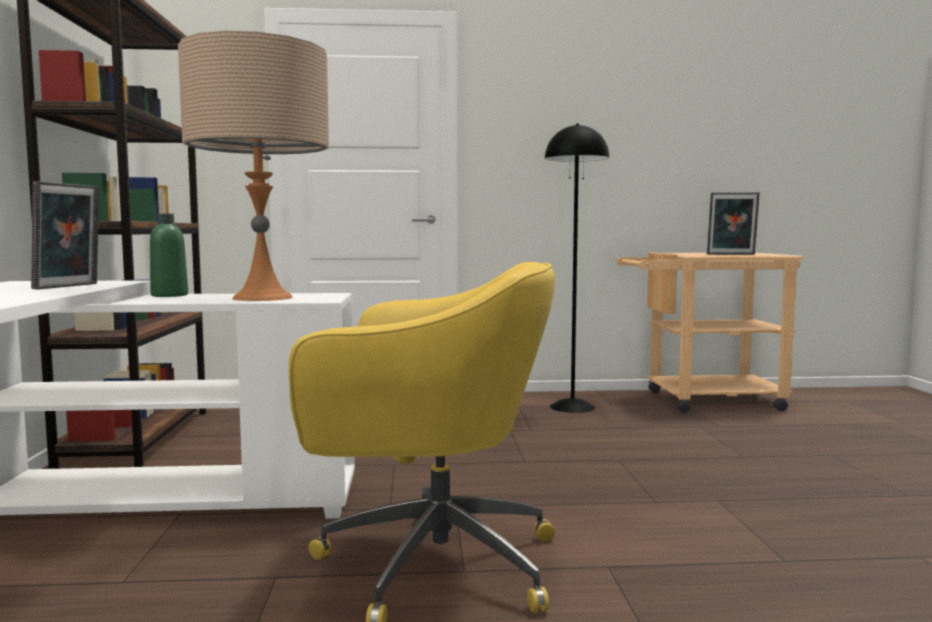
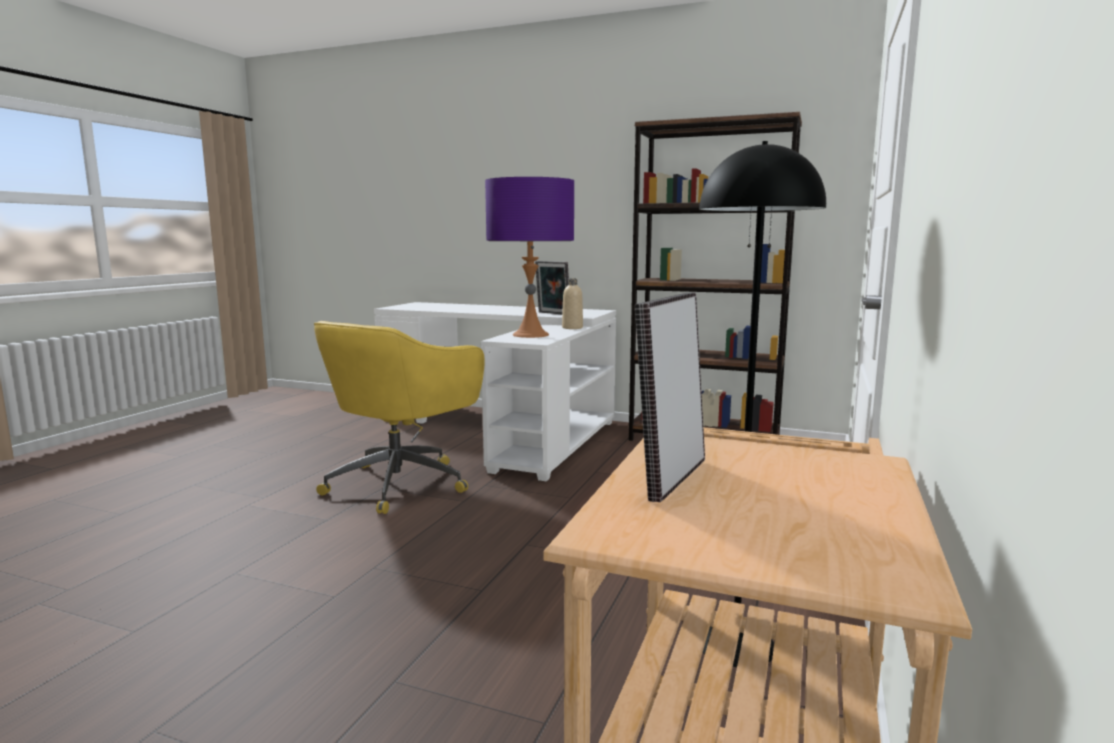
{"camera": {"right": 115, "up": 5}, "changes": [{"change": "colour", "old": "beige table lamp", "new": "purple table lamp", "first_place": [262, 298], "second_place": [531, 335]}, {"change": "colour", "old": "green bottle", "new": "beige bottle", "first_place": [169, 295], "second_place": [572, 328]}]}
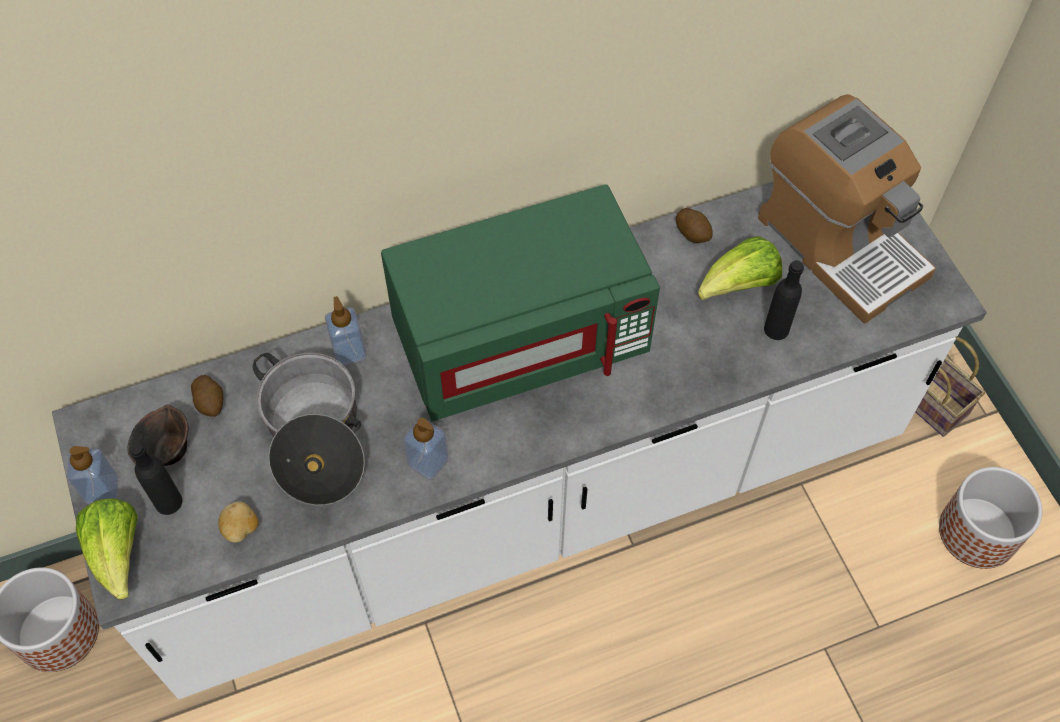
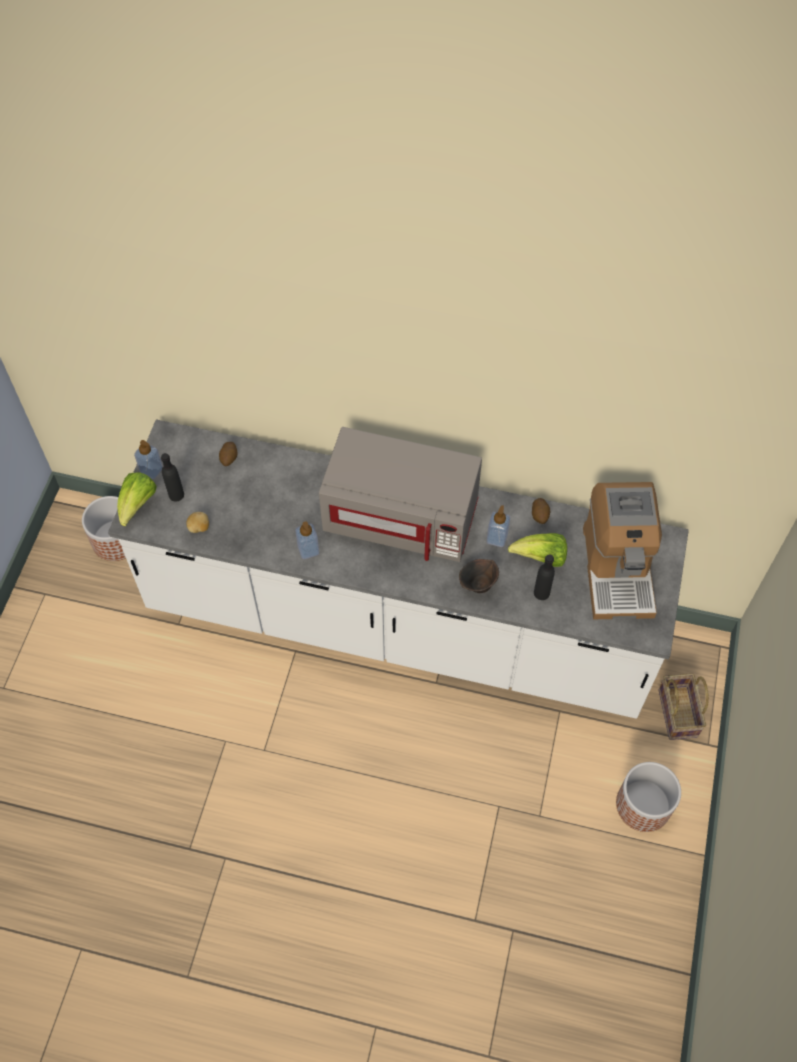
{"camera": {"right": 35, "up": 0}, "changes": [{"change": "colour", "old": "green microwave", "new": "grey microwave", "first_place": [520, 340], "second_place": [402, 517]}, {"change": "relocated", "old": "brown bowl", "first_place": [166, 451], "second_place": [478, 584]}, {"change": "relocated", "old": "soap dispenser", "first_place": [349, 351], "second_place": [497, 538]}, {"change": "missing", "old": "cooking pot", "first_place": [316, 438]}]}
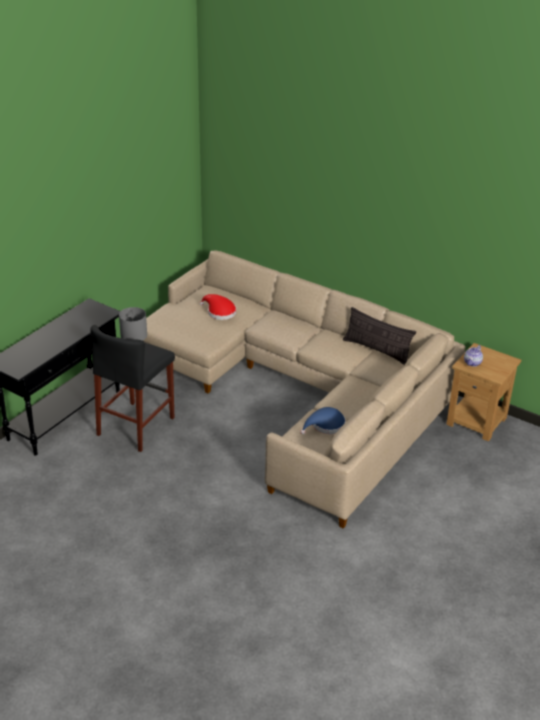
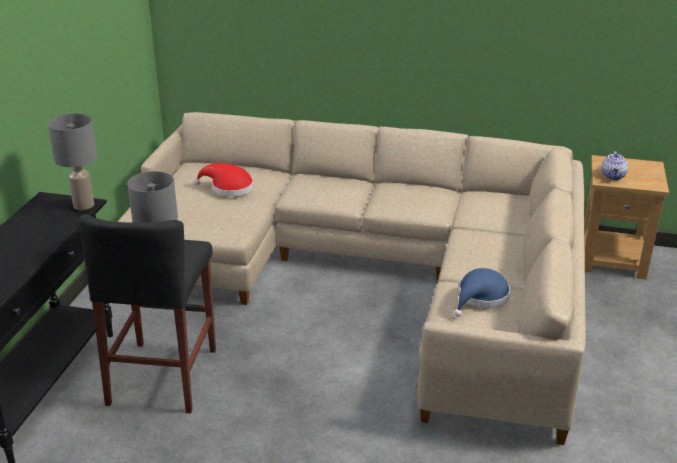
{"camera": {"right": -20, "up": -5}, "changes": [{"change": "appeared", "new": "grey table lamp", "second_place": [83, 205]}, {"change": "missing", "old": "pillow", "first_place": [377, 350]}]}
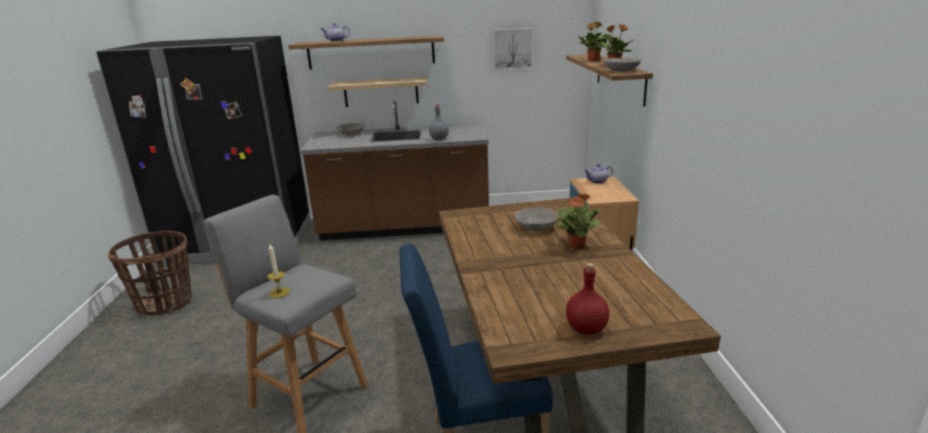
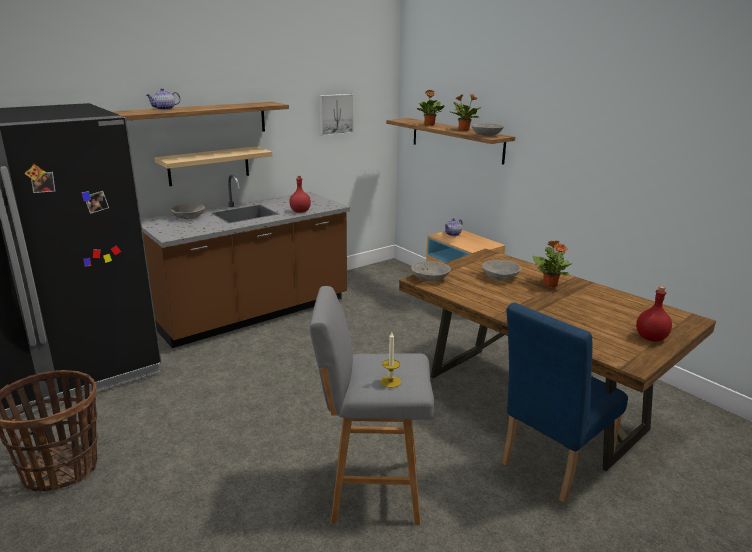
{"camera": {"right": -35, "up": 0}, "changes": [{"change": "colour", "old": "grey bottle", "new": "red bottle", "first_place": [439, 139], "second_place": [300, 211]}, {"change": "appeared", "new": "grey bowl", "second_place": [430, 278]}]}
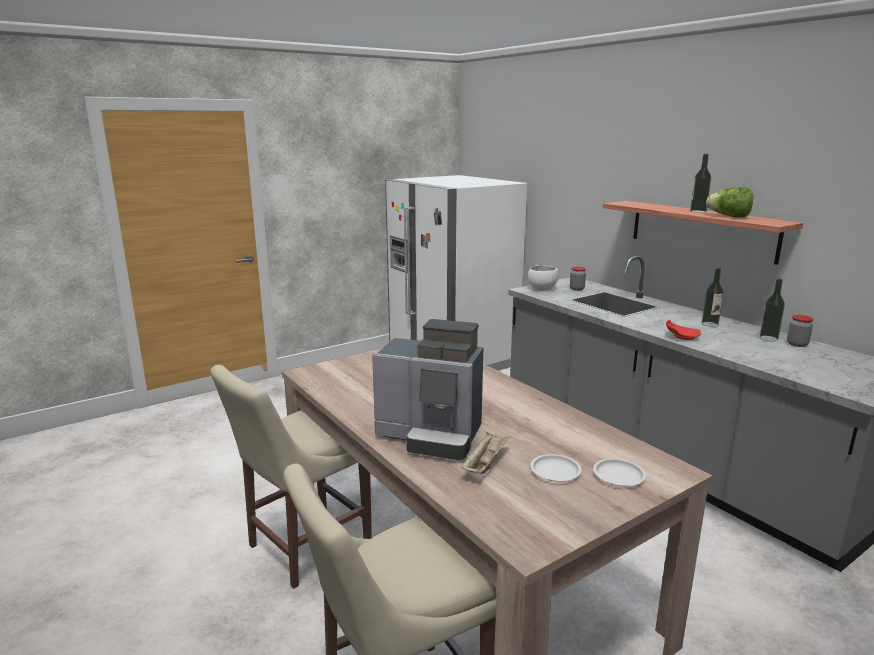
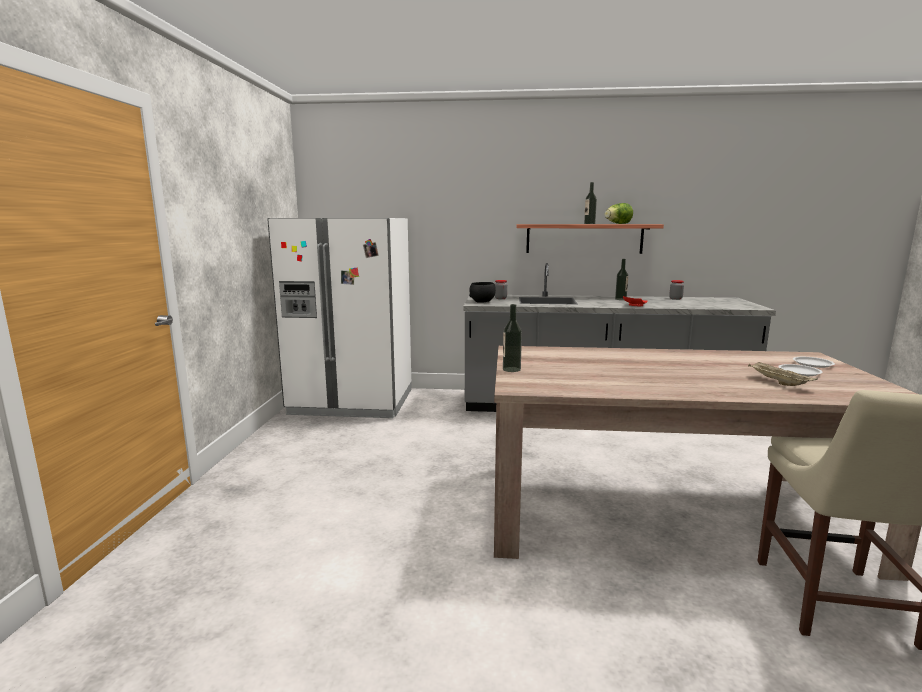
{"camera": {"right": -50, "up": -5}, "changes": [{"change": "colour", "old": "white bowl", "new": "black bowl", "first_place": [542, 289], "second_place": [482, 302]}, {"change": "relocated", "old": "bottle", "first_place": [768, 338], "second_place": [511, 369]}, {"change": "missing", "old": "beige chair", "first_place": [304, 547]}, {"change": "missing", "old": "coffee machine", "first_place": [432, 436]}]}
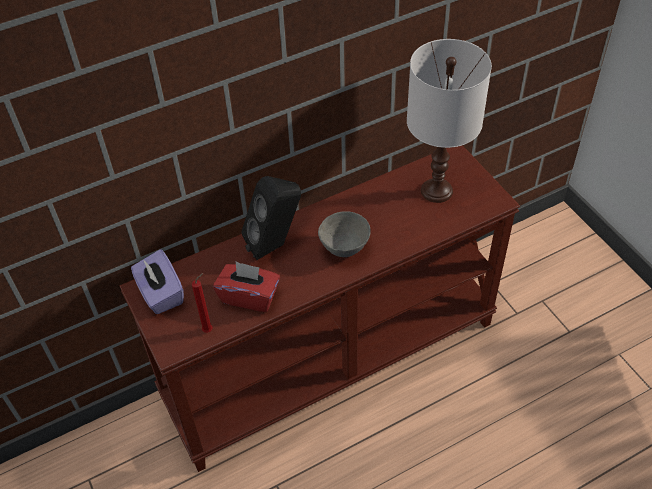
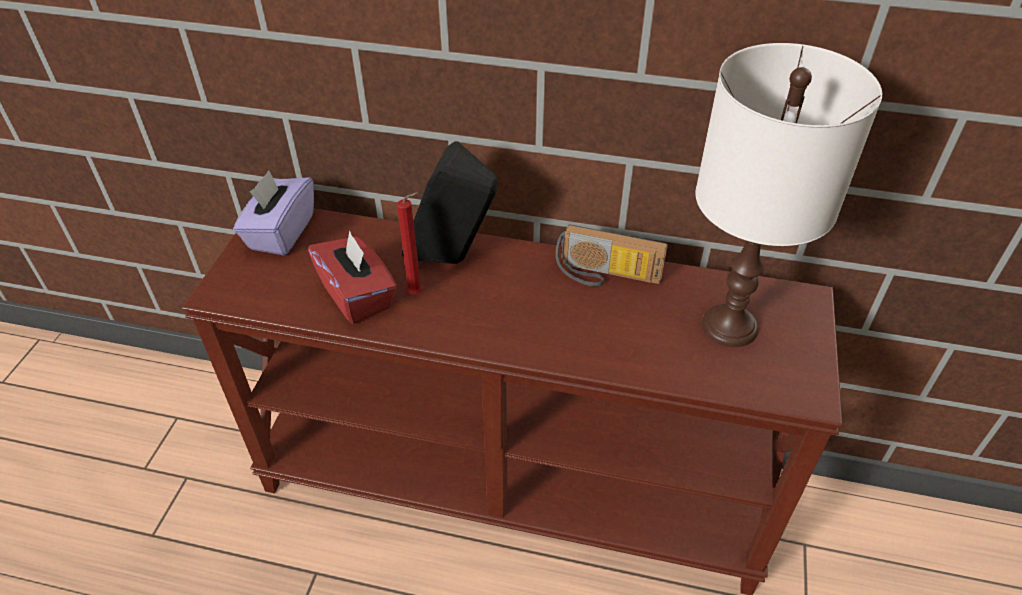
{"camera": {"right": 40, "up": -5}, "changes": [{"change": "relocated", "old": "red candle", "first_place": [209, 329], "second_place": [418, 294]}, {"change": "appeared", "new": "radio", "second_place": [606, 276]}, {"change": "missing", "old": "grey bowl", "first_place": [344, 249]}]}
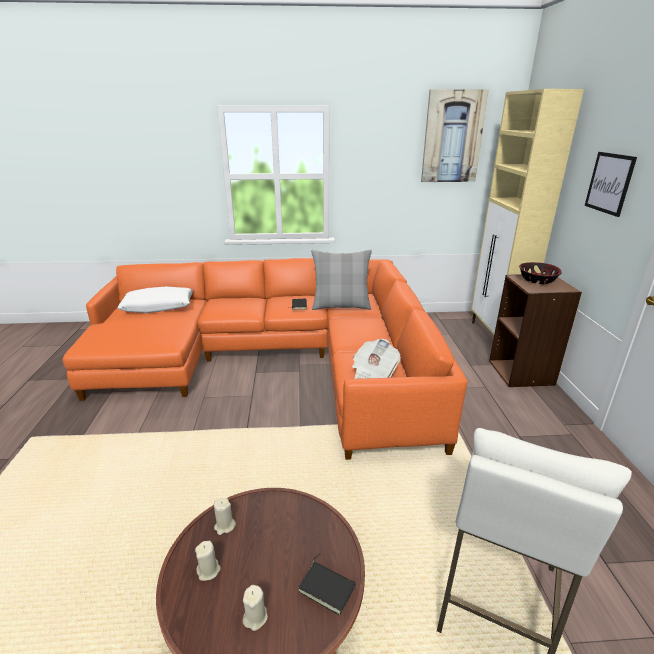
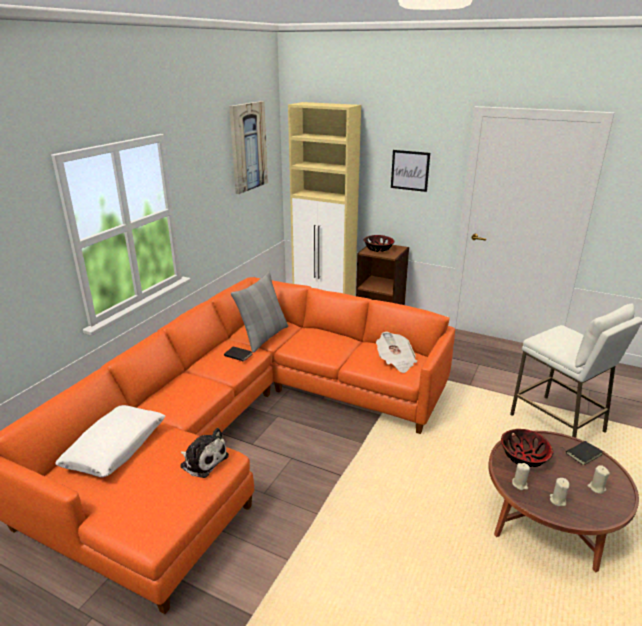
{"camera": {"right": -60, "up": 0}, "changes": [{"change": "appeared", "new": "plush toy", "second_place": [202, 460]}, {"change": "appeared", "new": "bowl", "second_place": [524, 457]}]}
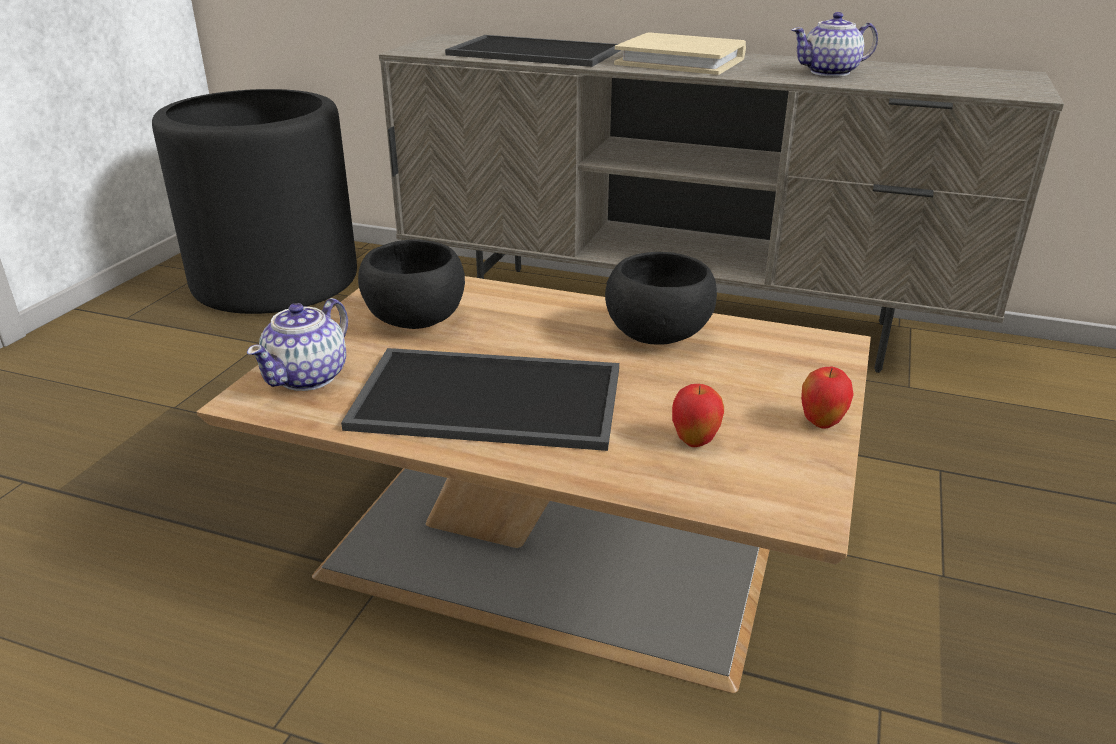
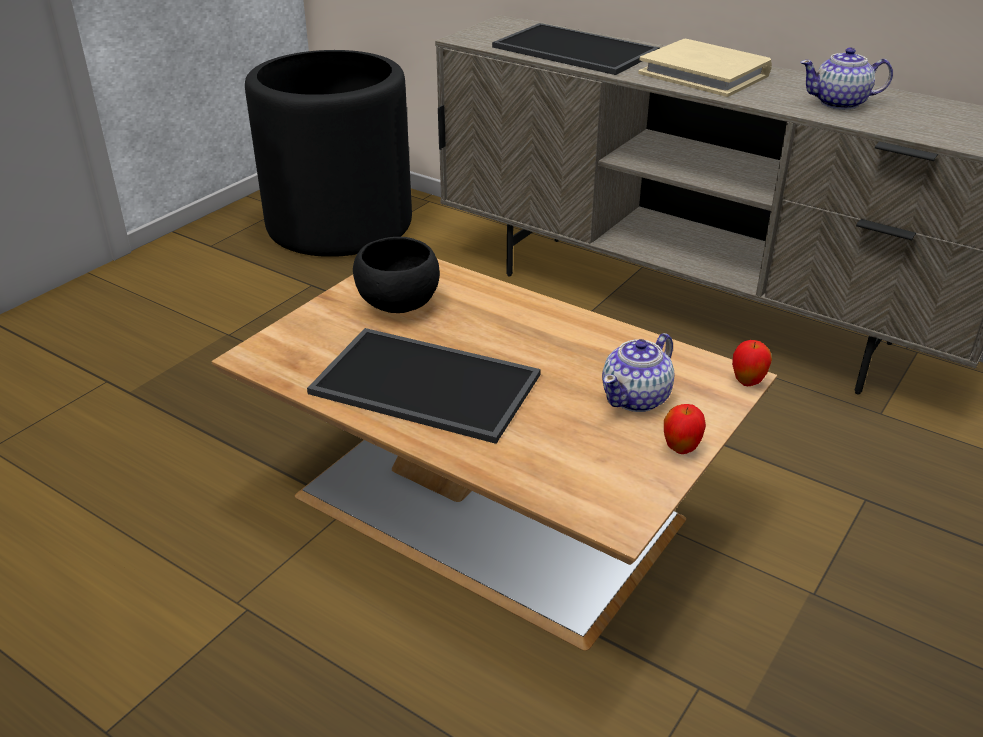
{"camera": {"right": 15, "up": 5}, "changes": [{"change": "relocated", "old": "teapot", "first_place": [309, 377], "second_place": [637, 398]}, {"change": "relocated", "old": "apple", "first_place": [695, 442], "second_place": [747, 382]}, {"change": "missing", "old": "black bowl", "first_place": [657, 336]}]}
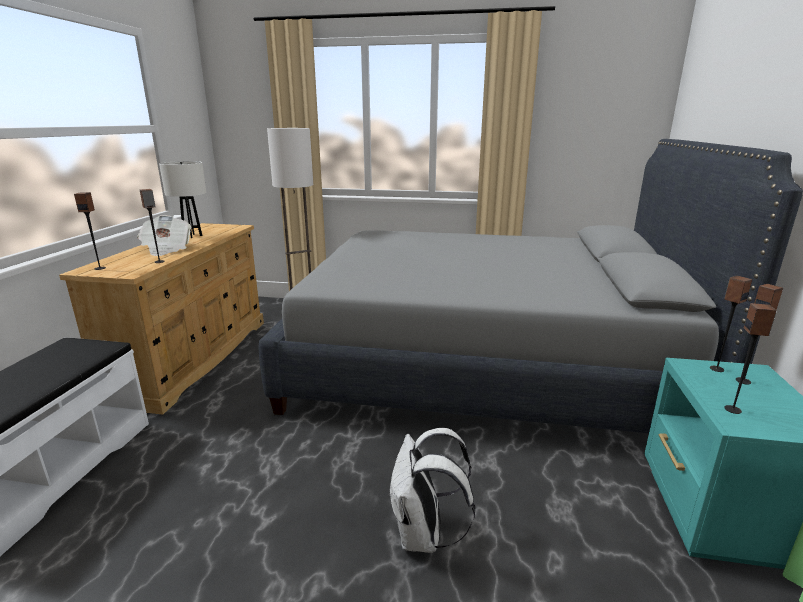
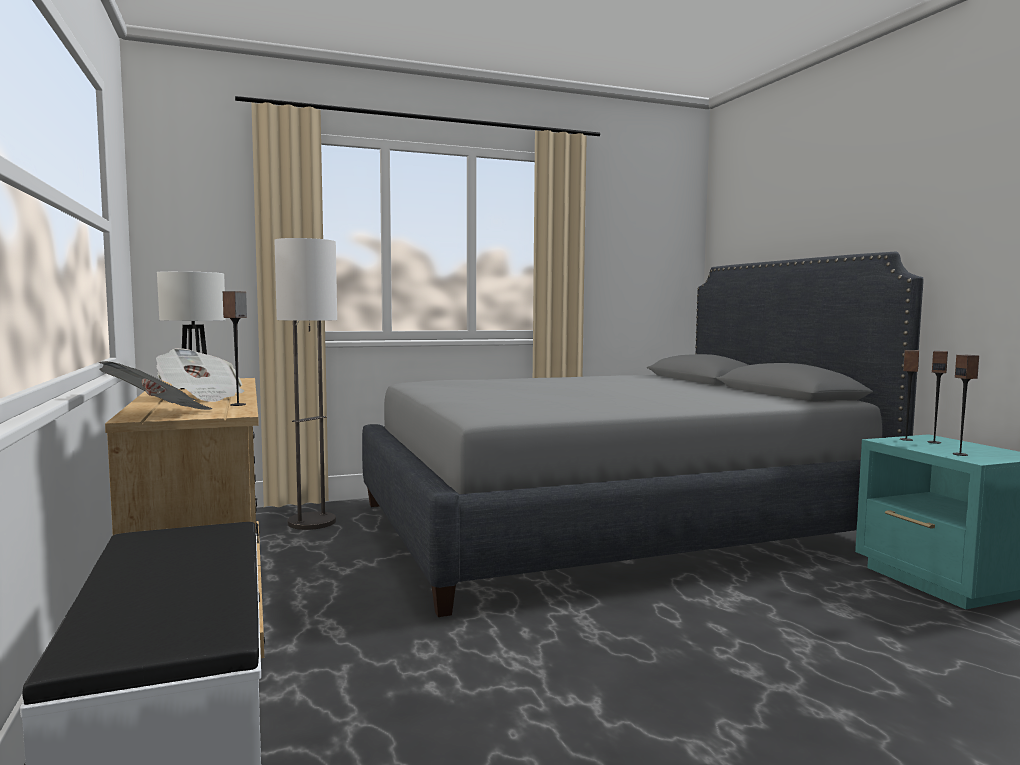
{"camera": {"right": -30, "up": -15}, "changes": [{"change": "exchanged", "old": "speaker", "new": "newspaper", "first_place": [100, 268], "second_place": [158, 414]}, {"change": "missing", "old": "white backpack", "first_place": [423, 535]}]}
